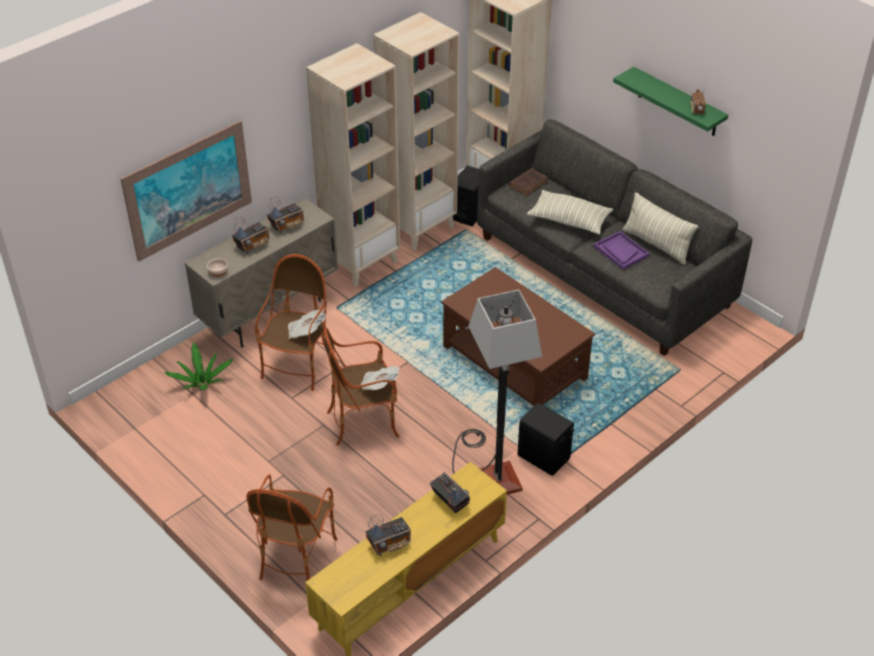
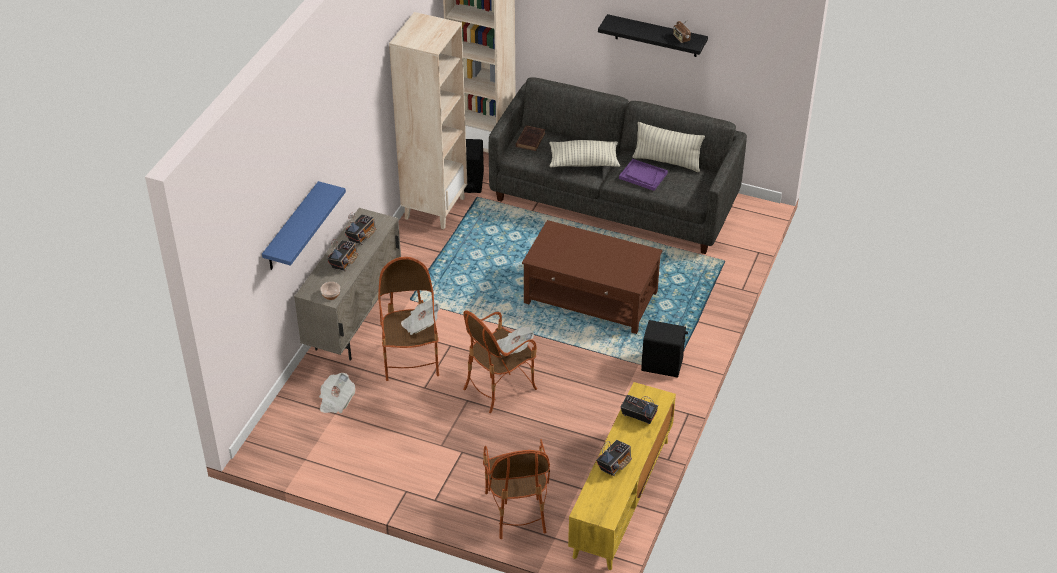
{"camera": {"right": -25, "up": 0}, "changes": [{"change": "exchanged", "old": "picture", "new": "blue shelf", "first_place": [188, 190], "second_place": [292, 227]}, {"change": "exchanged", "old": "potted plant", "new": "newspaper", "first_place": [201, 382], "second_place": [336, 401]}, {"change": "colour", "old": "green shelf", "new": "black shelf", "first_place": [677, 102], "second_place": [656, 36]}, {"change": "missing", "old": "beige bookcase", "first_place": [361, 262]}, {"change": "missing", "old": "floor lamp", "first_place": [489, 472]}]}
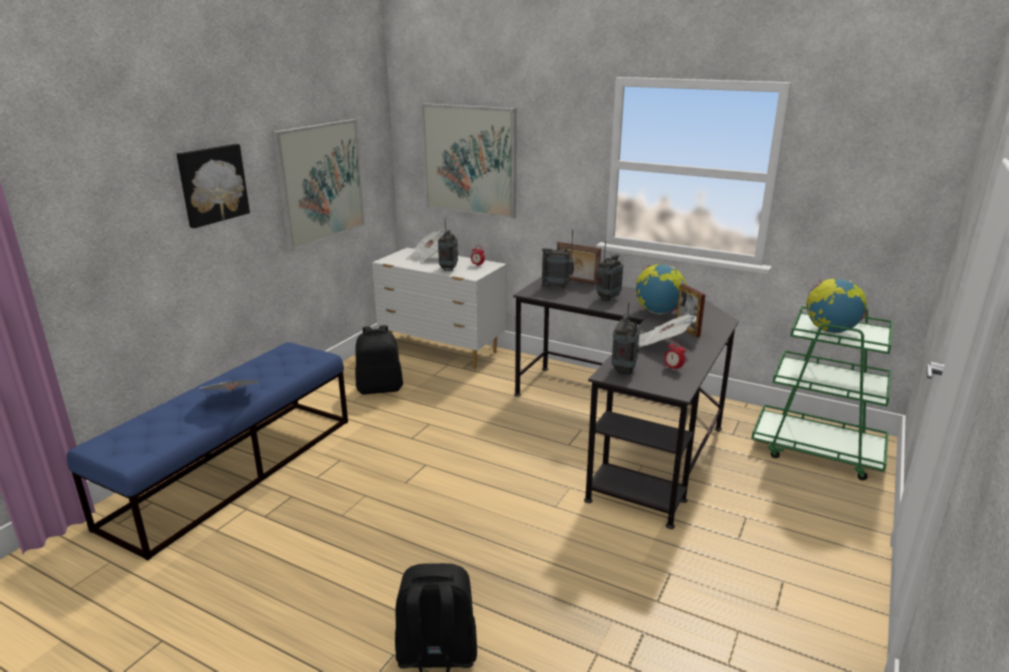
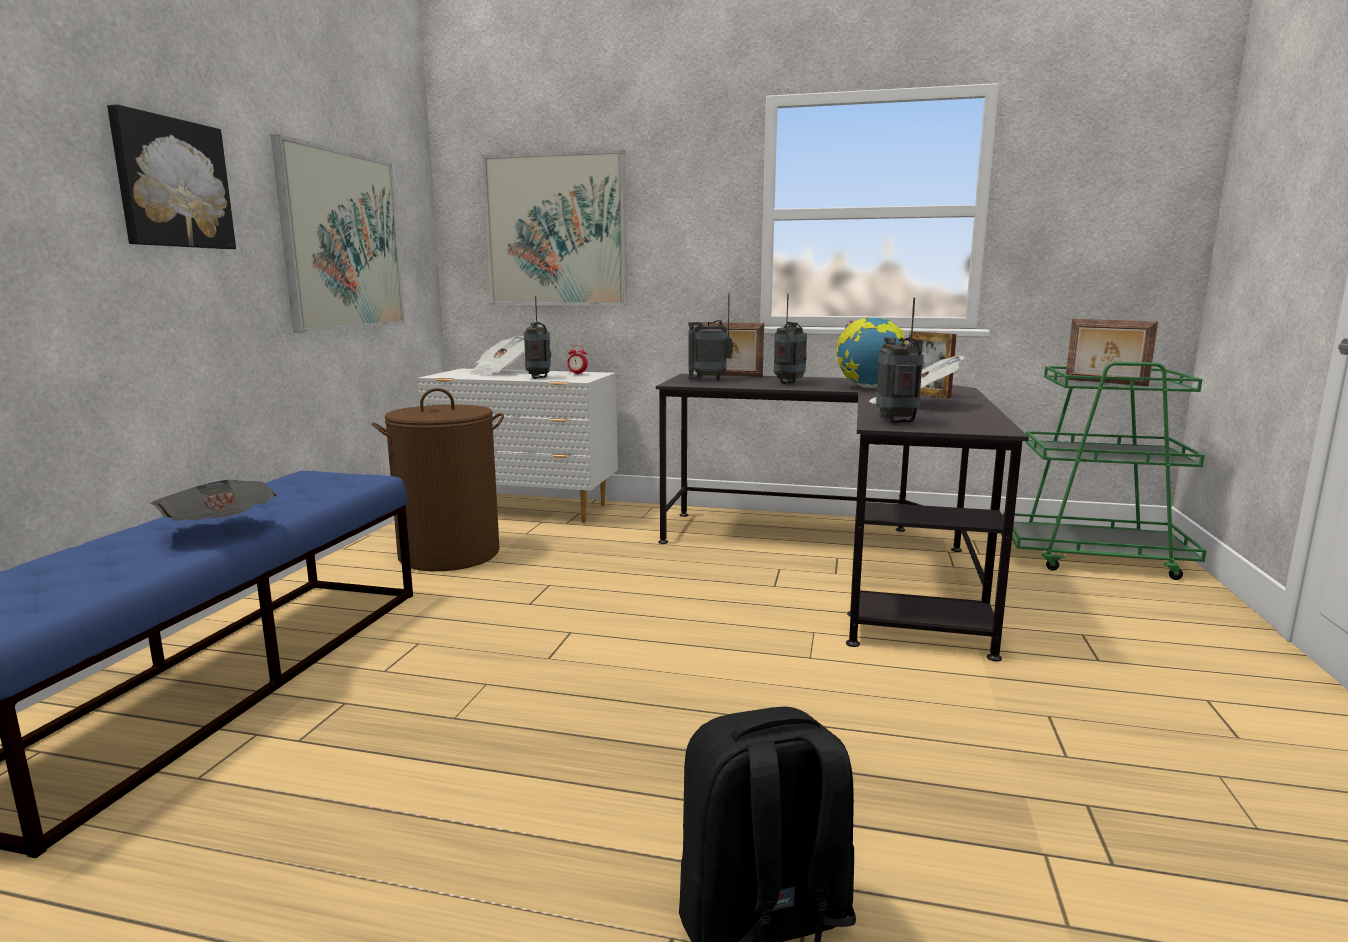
{"camera": {"right": -15, "up": -10}, "changes": [{"change": "exchanged", "old": "black backpack", "new": "brown laundry basket", "first_place": [380, 388], "second_place": [449, 554]}, {"change": "exchanged", "old": "globe", "new": "picture frame", "first_place": [830, 331], "second_place": [1105, 382]}, {"change": "missing", "old": "alarm clock", "first_place": [673, 368]}]}
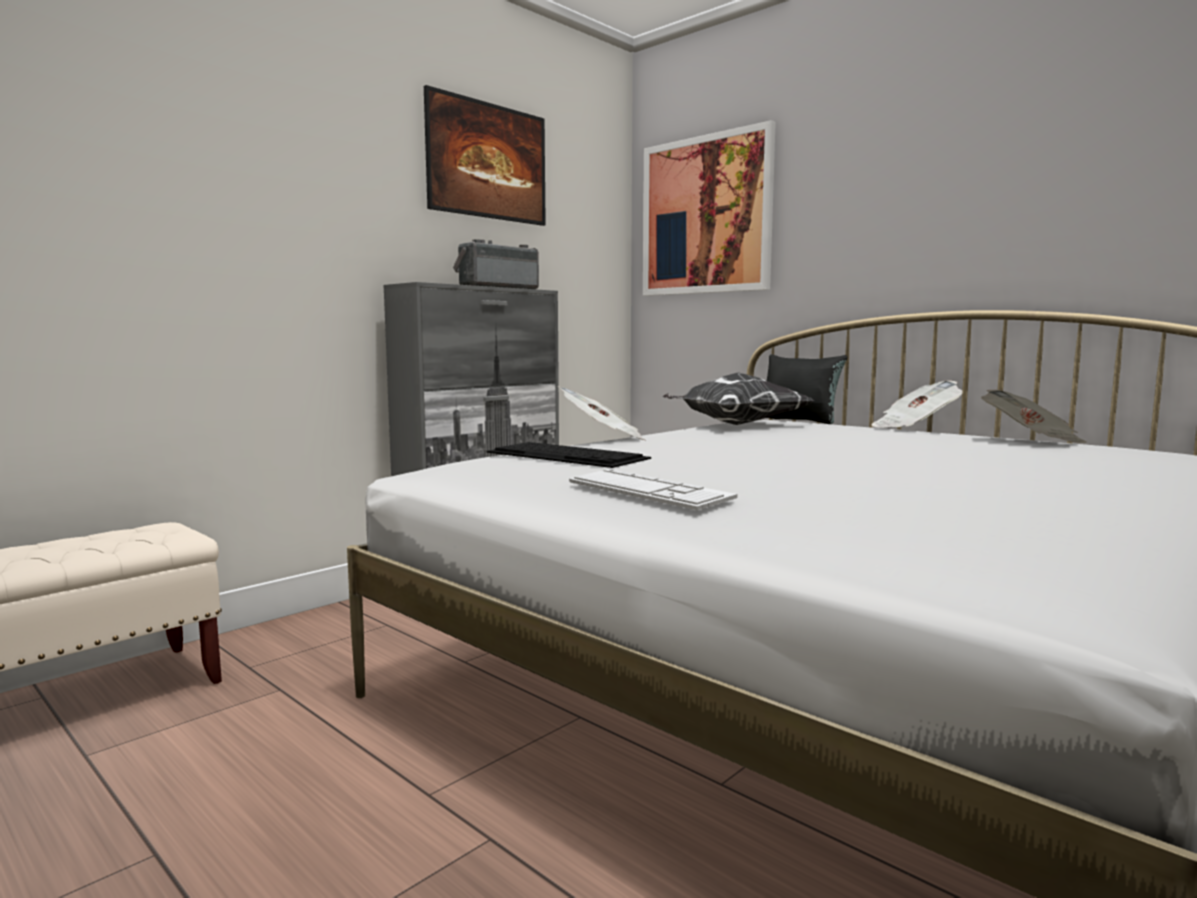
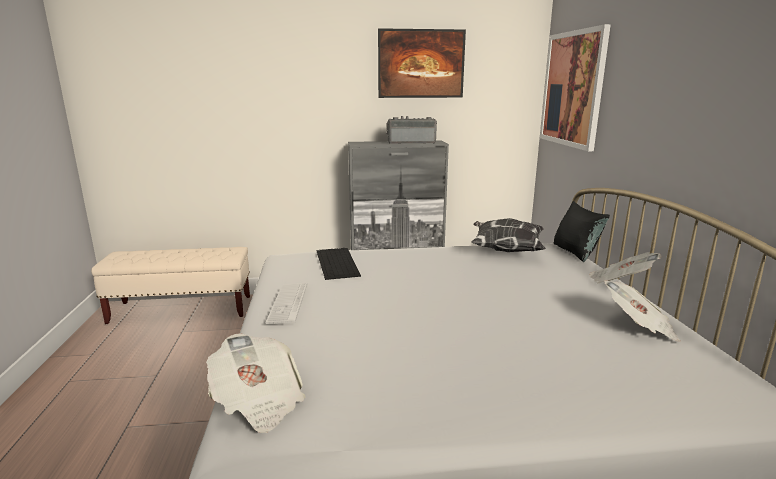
{"camera": {"right": 40, "up": 10}, "changes": [{"change": "relocated", "old": "newspaper", "first_place": [603, 438], "second_place": [258, 401]}]}
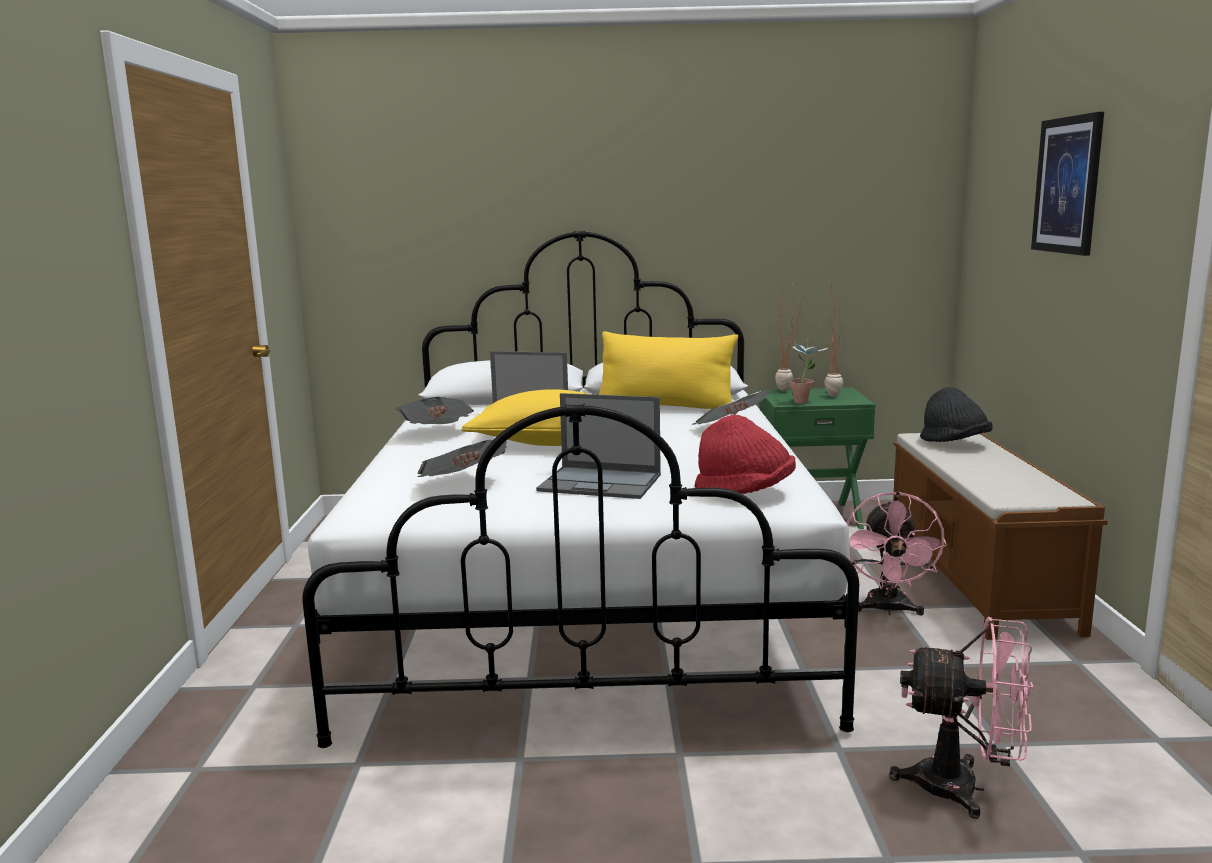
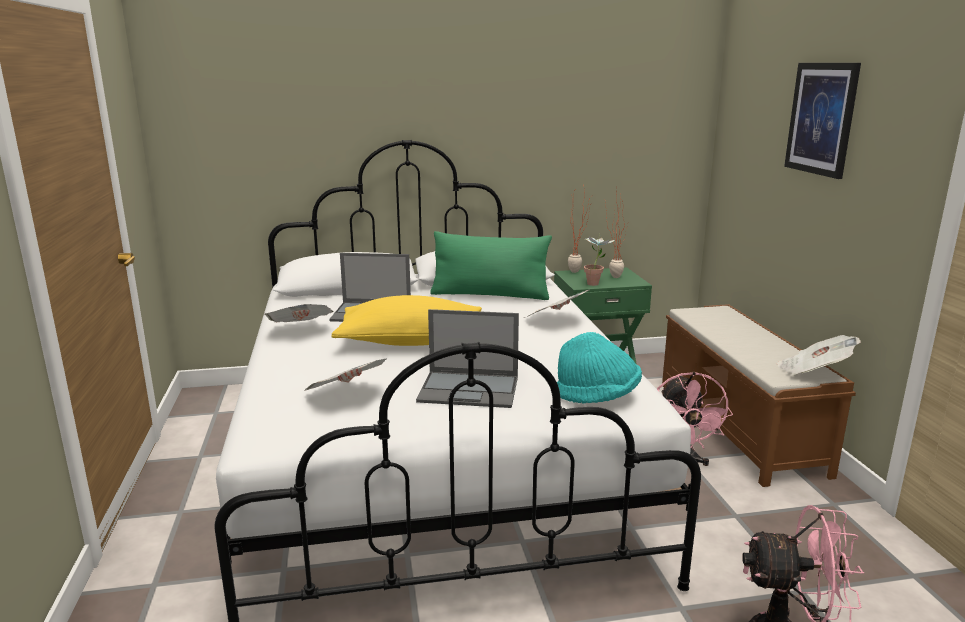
{"camera": {"right": -10, "up": 5}, "changes": [{"change": "colour", "old": "yellow pillow", "new": "green pillow", "first_place": [665, 406], "second_place": [490, 295]}, {"change": "colour", "old": "red hat", "new": "turquoise hat", "first_place": [745, 492], "second_place": [597, 396]}, {"change": "appeared", "new": "newspaper", "second_place": [813, 372]}, {"change": "missing", "old": "black hat", "first_place": [954, 444]}]}
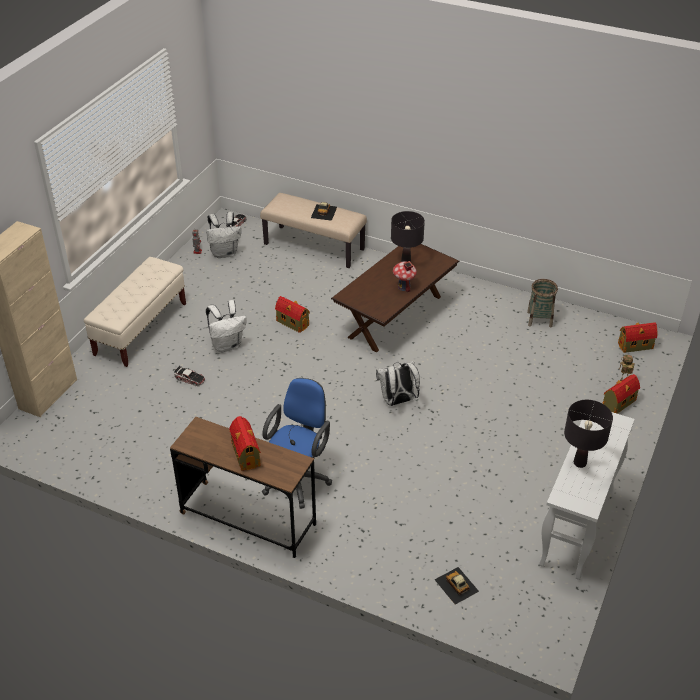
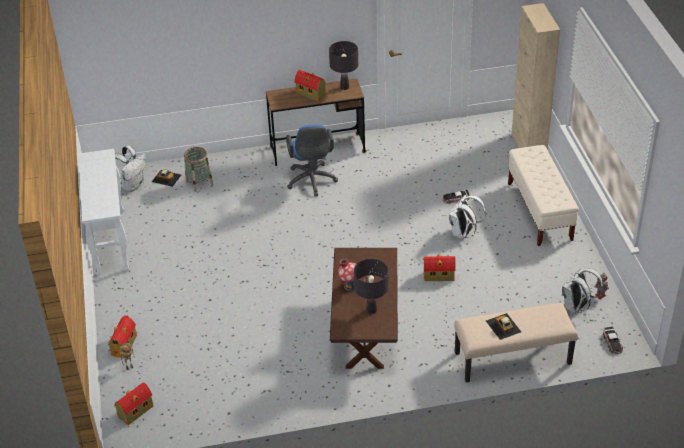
{"camera": {"right": 145, "up": 0}, "changes": [{"change": "relocated", "old": "white backpack", "first_place": [397, 401], "second_place": [132, 185]}, {"change": "relocated", "old": "basket", "first_place": [539, 319], "second_place": [199, 183]}, {"change": "relocated", "old": "black table lamp", "first_place": [579, 463], "second_place": [344, 87]}]}
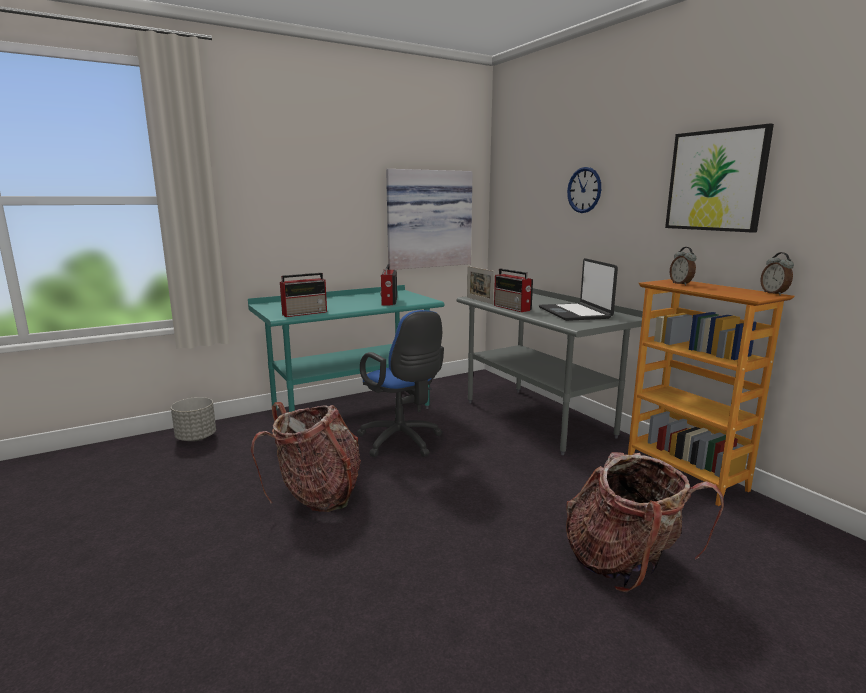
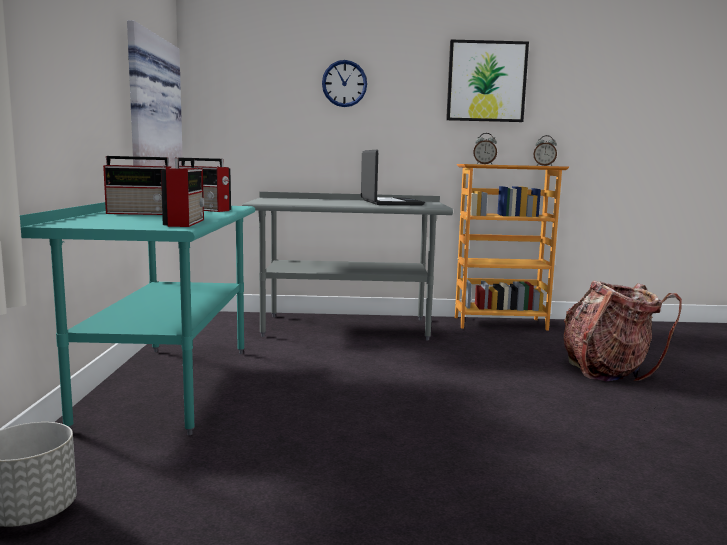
{"camera": {"right": -60, "up": -5}, "changes": [{"change": "relocated", "old": "radio", "first_place": [512, 308], "second_place": [141, 213]}, {"change": "spun", "old": "laptop", "first_place": [575, 313], "second_place": [390, 203], "degrees": -120}, {"change": "missing", "old": "backpack", "first_place": [317, 495]}, {"change": "missing", "old": "blue office chair", "first_place": [402, 442]}, {"change": "missing", "old": "picture frame", "first_place": [479, 300]}]}
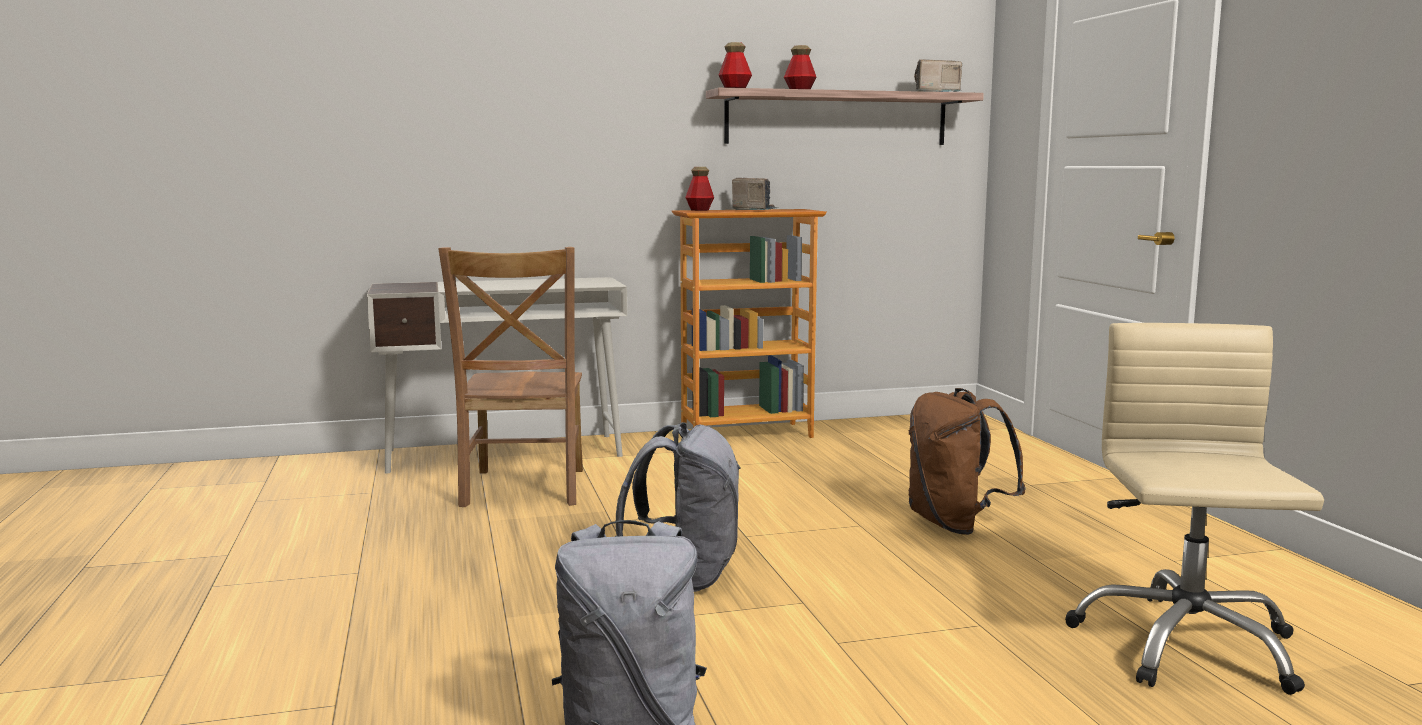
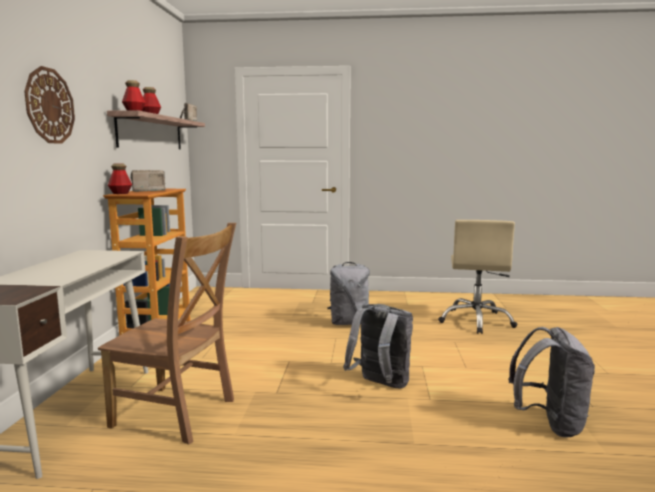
{"camera": {"right": -70, "up": 0}, "changes": [{"change": "appeared", "new": "wall clock", "second_place": [49, 106]}, {"change": "colour", "old": "brown backpack", "new": "grey backpack", "first_place": [955, 525], "second_place": [349, 323]}, {"change": "spun", "old": "beige office chair", "first_place": [1185, 644], "second_place": [476, 321], "degrees": -105}]}
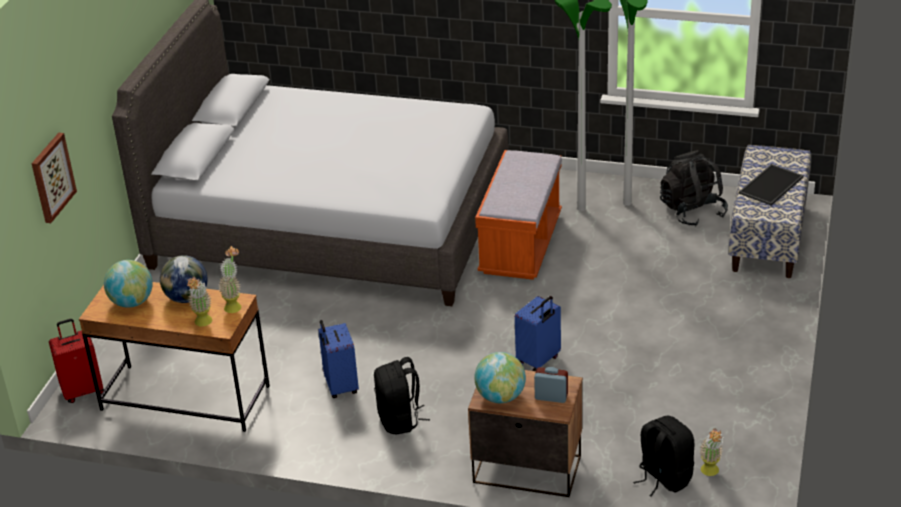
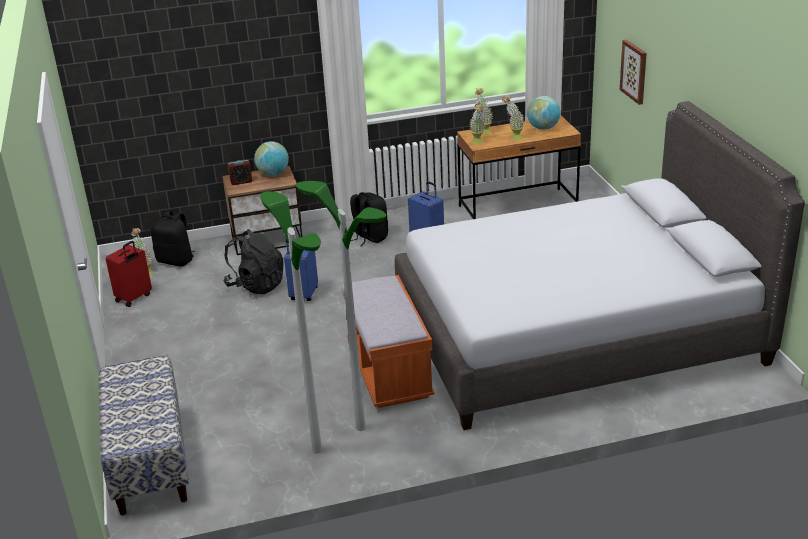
{"camera": {"right": 150, "up": -5}, "changes": [{"change": "relocated", "old": "red suitcase", "first_place": [83, 391], "second_place": [134, 298]}, {"change": "relocated", "old": "black backpack", "first_place": [692, 211], "second_place": [256, 285]}, {"change": "exchanged", "old": "globe", "new": "potted plant", "first_place": [187, 298], "second_place": [513, 138]}, {"change": "missing", "old": "tray", "first_place": [771, 186]}]}
